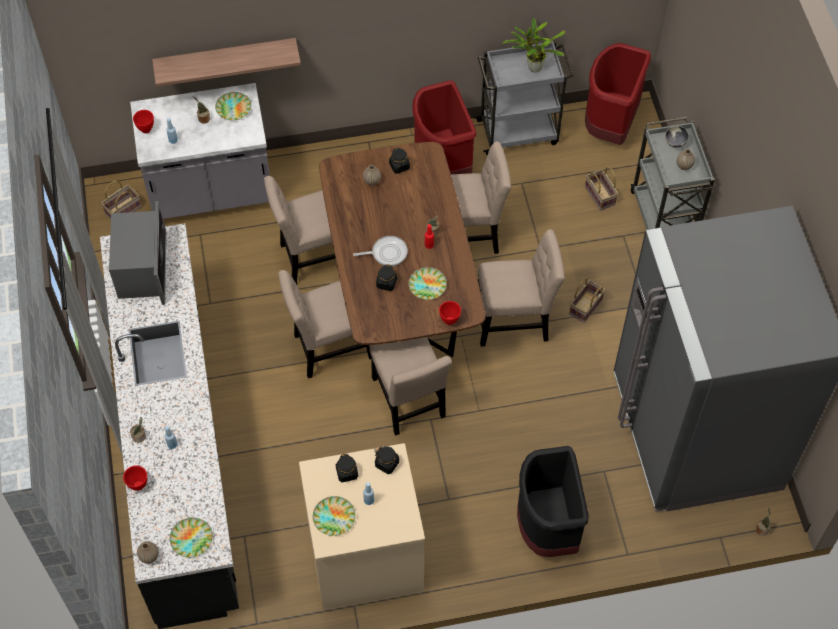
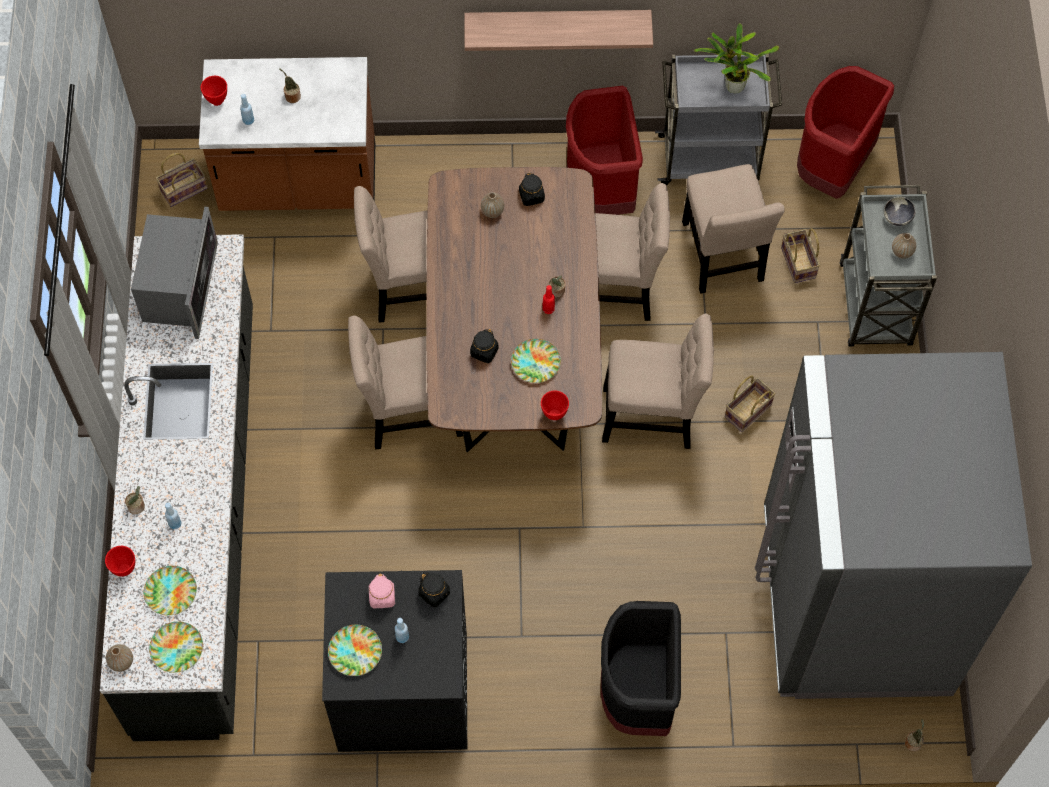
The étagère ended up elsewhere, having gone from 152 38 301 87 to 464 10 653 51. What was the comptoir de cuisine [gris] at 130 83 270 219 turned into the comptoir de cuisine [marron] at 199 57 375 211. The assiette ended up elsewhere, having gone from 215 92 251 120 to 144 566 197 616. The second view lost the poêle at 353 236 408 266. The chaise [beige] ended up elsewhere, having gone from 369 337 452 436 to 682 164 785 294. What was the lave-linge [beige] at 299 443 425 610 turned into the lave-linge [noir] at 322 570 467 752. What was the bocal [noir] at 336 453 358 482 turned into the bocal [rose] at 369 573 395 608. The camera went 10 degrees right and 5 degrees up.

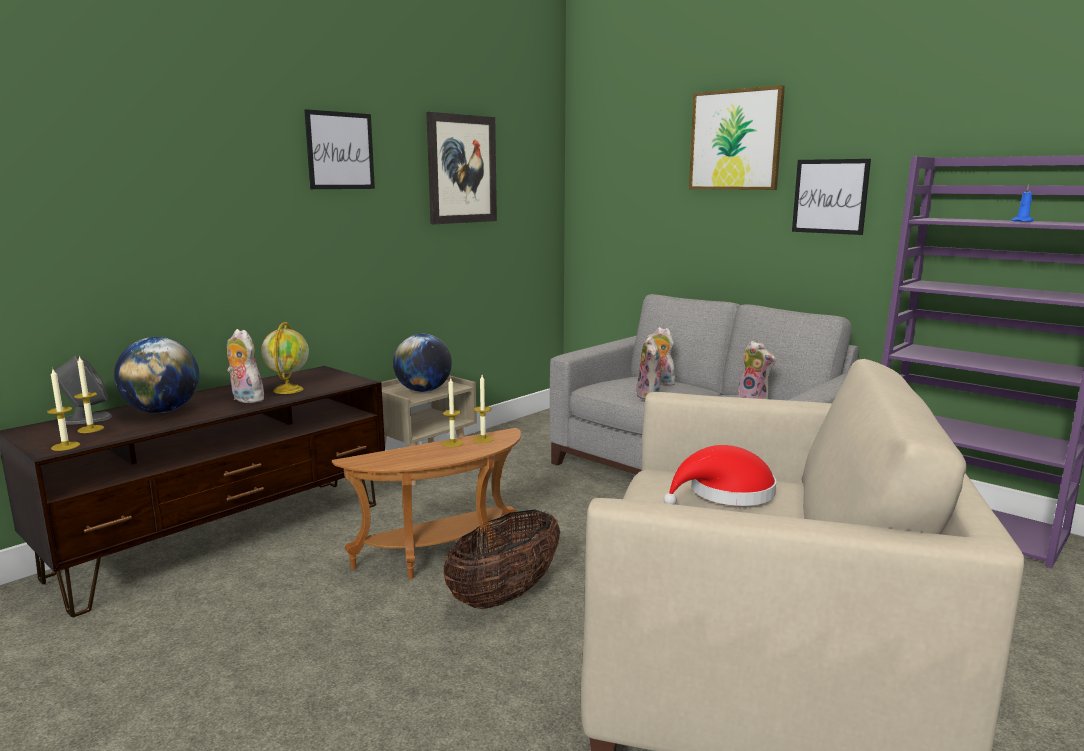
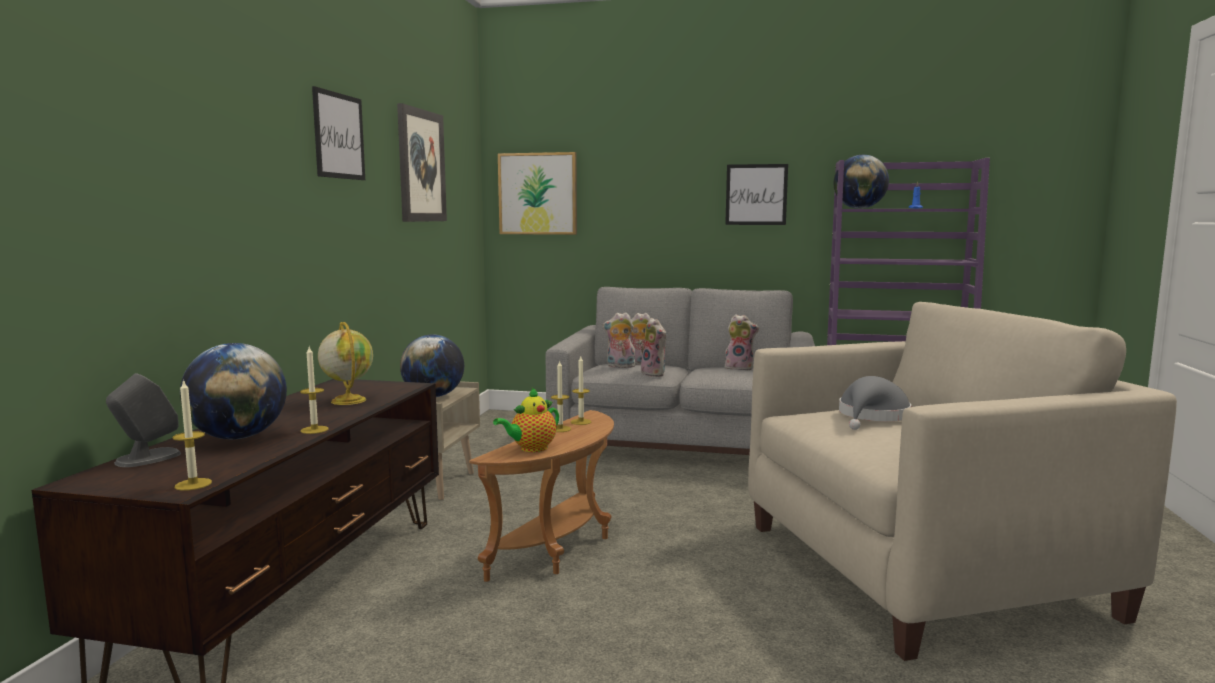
The tableau ended up elsewhere, having gone from 689 85 785 190 to 498 152 577 235. The peluche ended up elsewhere, having gone from 227 329 264 403 to 603 312 635 368. The bougie ended up elsewhere, having gone from 74 355 104 433 to 300 347 329 434. What was the chapeau [rouge] at 663 445 776 506 turned into the chapeau [gris] at 839 376 911 430. The second view lost the panier at 443 509 560 609. The second view gained the globe at 833 155 889 209. The second view gained the théière at 493 388 559 452. The camera went 30 degrees left and 5 degrees down.

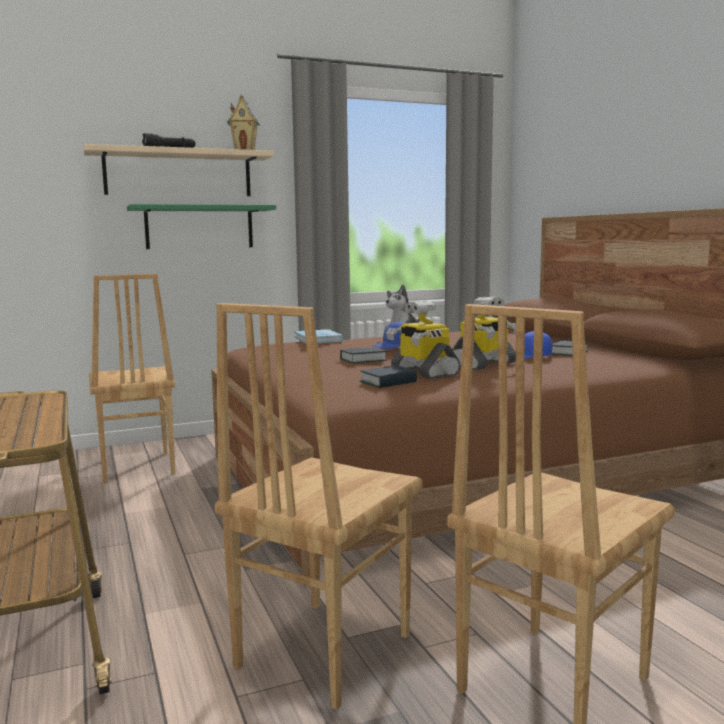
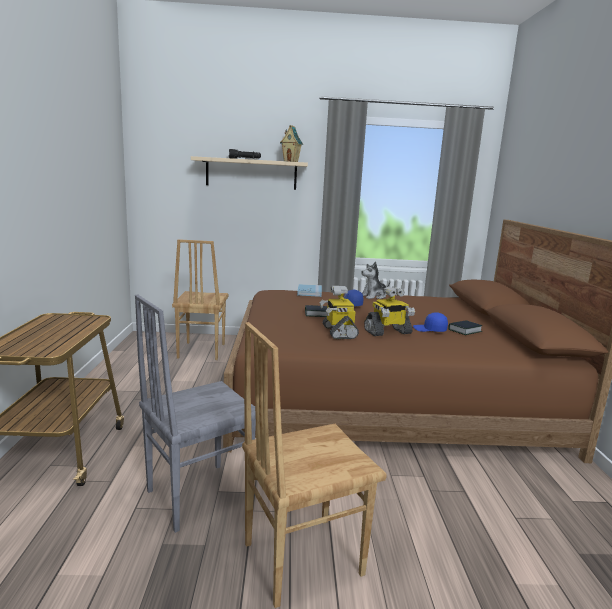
The second view lost the étagère [vert] at 127 204 276 249. What was the chaise [marron] at 215 303 422 710 turned into the chaise [gris] at 135 294 256 533. The second view lost the livre at 360 365 417 388. The camera went 20 degrees right and 5 degrees up.

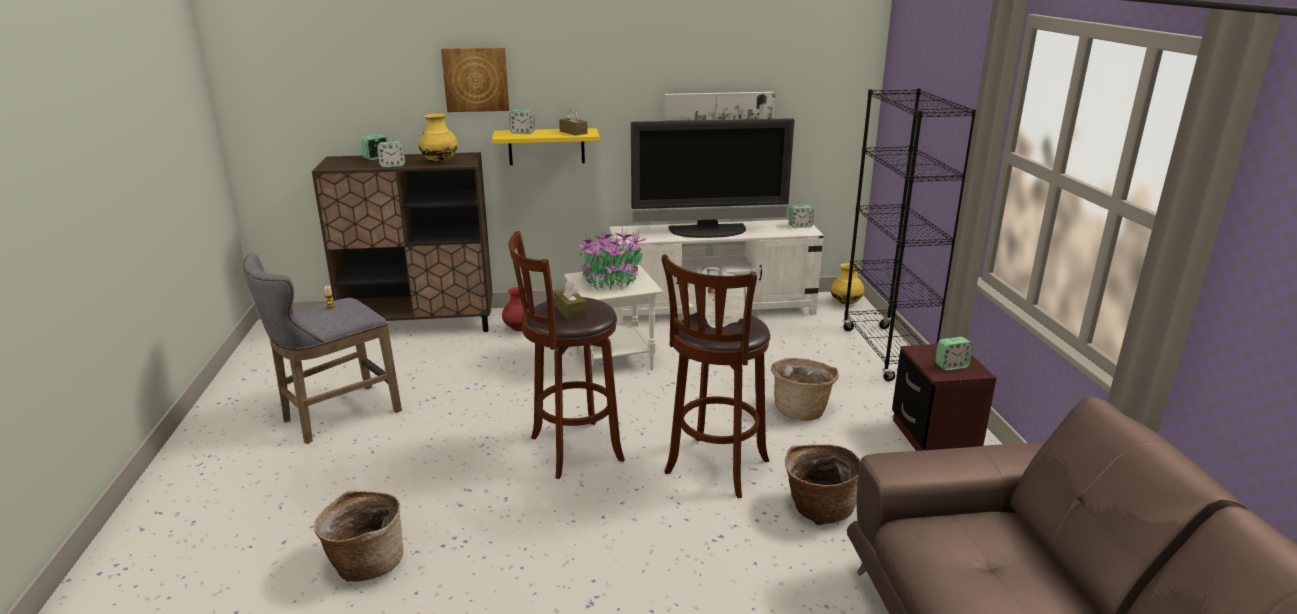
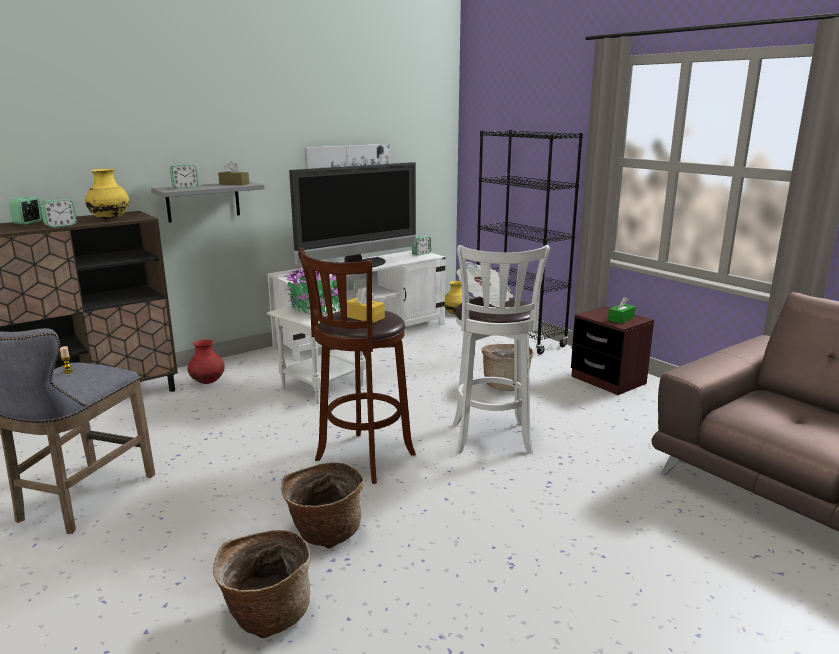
The second view lost the tableau at 441 47 509 112. What was the étagère [jaune] at 492 128 600 165 turned into the étagère [gris] at 151 181 265 223. What was the tabouret [marron] at 662 254 770 498 turned into the tabouret [blanc] at 453 245 550 454. What was the boîte à mouchoirs [marron] at 554 281 587 320 turned into the boîte à mouchoirs [jaune] at 347 287 385 323. Where the réveil stood at 935 337 973 371, the boîte à mouchoirs [vert] came to stand at 608 297 635 323. The panier ended up elsewhere, having gone from 785 444 860 525 to 281 462 365 549. The camera went 30 degrees left and 5 degrees down.

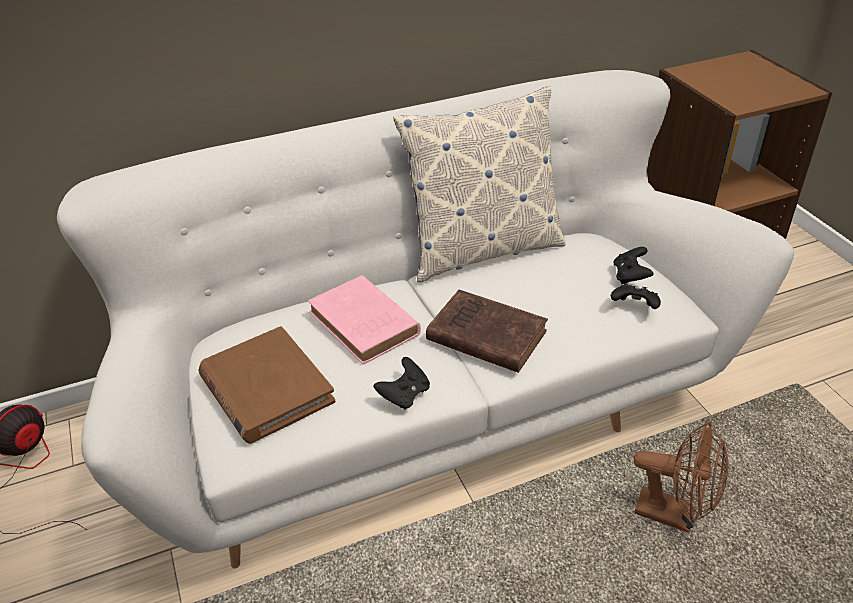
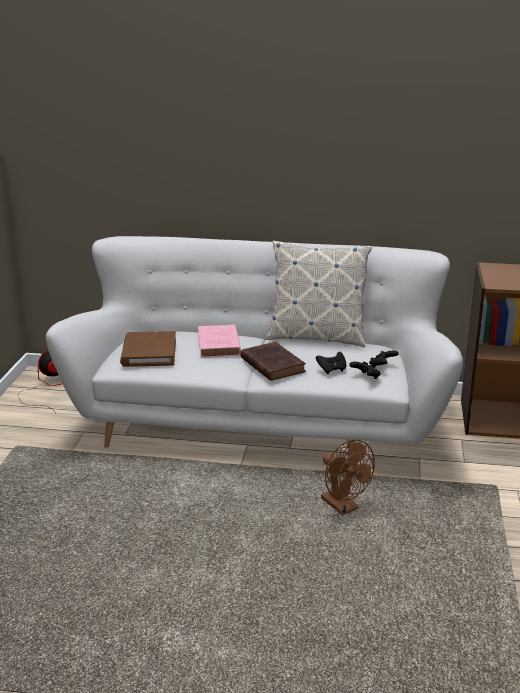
The manette [noir] ended up elsewhere, having gone from 373 357 430 410 to 316 352 347 374. The camera went 30 degrees right and 15 degrees down.

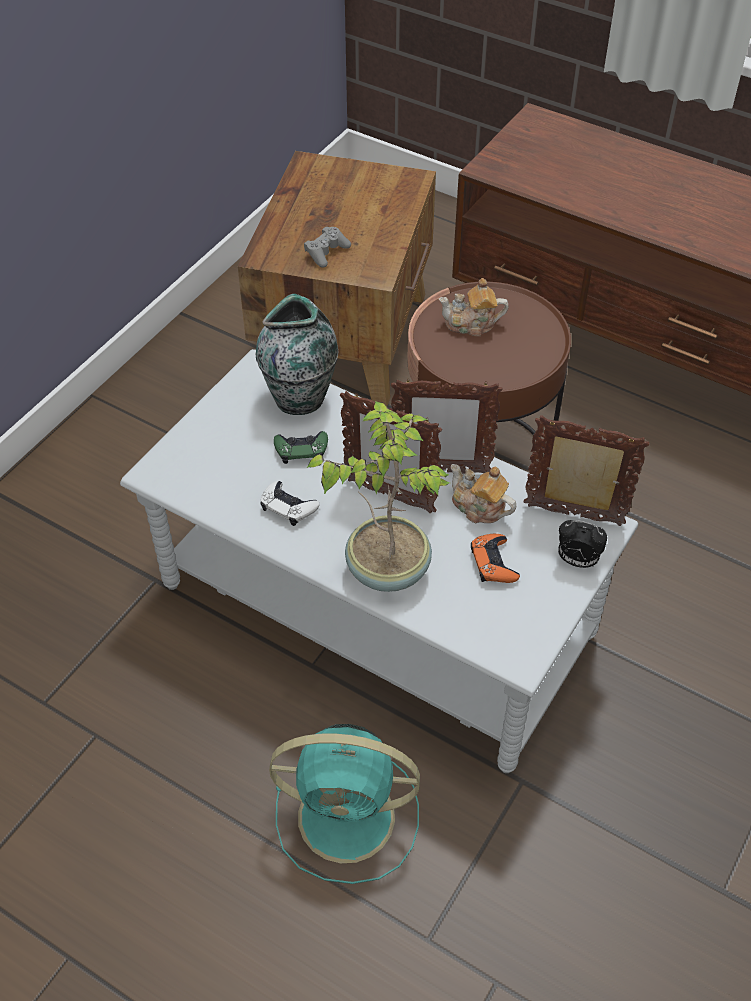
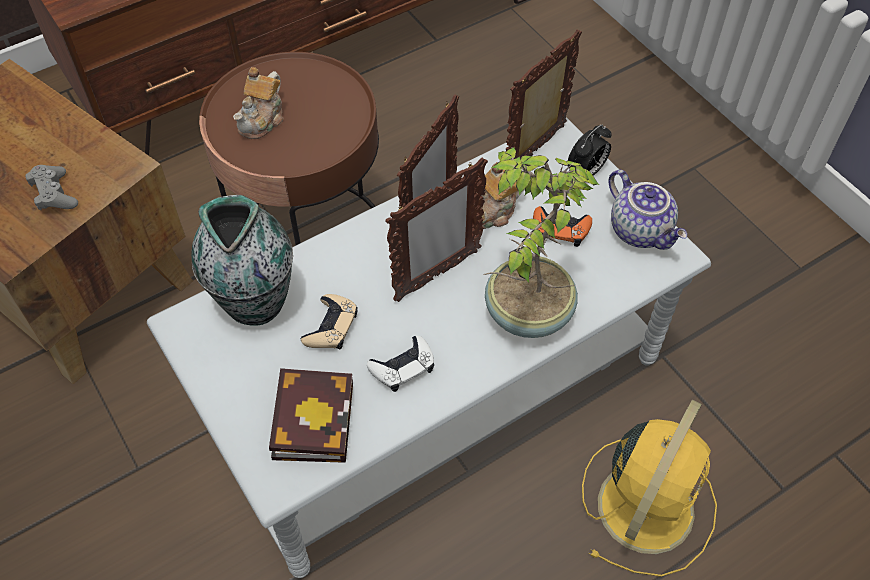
What was the manette [vert] at 274 431 328 464 turned into the manette [beige] at 301 294 358 349. What was the ventilateur [turquoise] at 269 724 420 884 turned into the ventilateur [jaune] at 582 400 717 577. The second view gained the théière at 608 170 687 250. The second view gained the livre at 269 368 353 463. The camera went 65 degrees left and 5 degrees up.

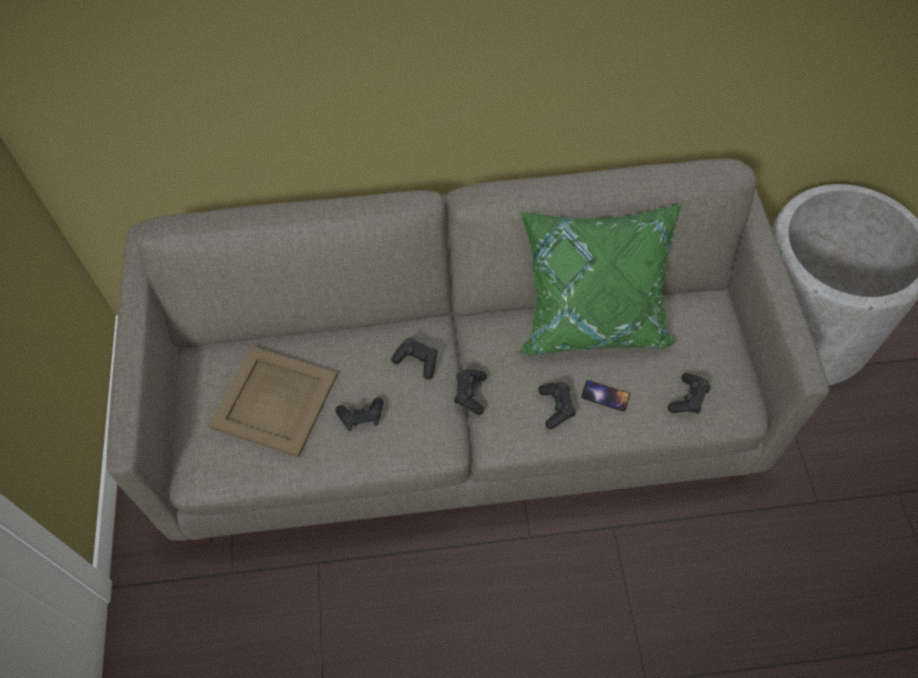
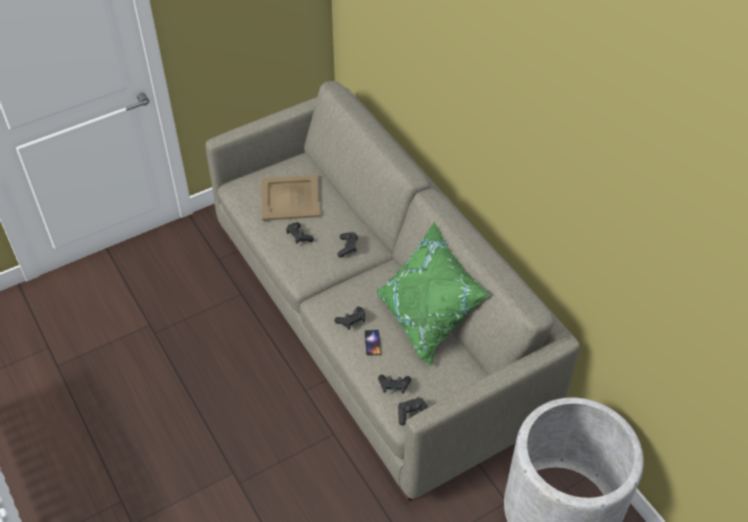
The manette [noir] ended up elsewhere, having gone from 454 369 487 415 to 398 397 428 426. The camera went 65 degrees right and 10 degrees down.

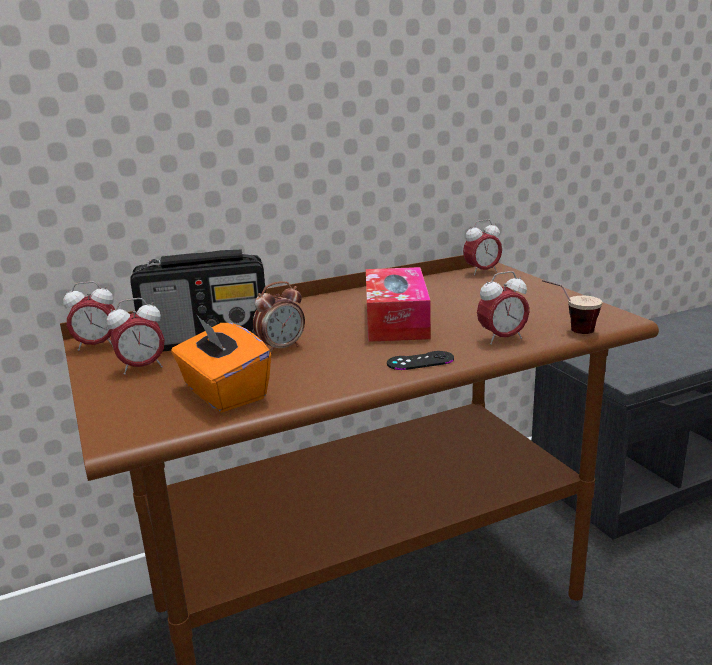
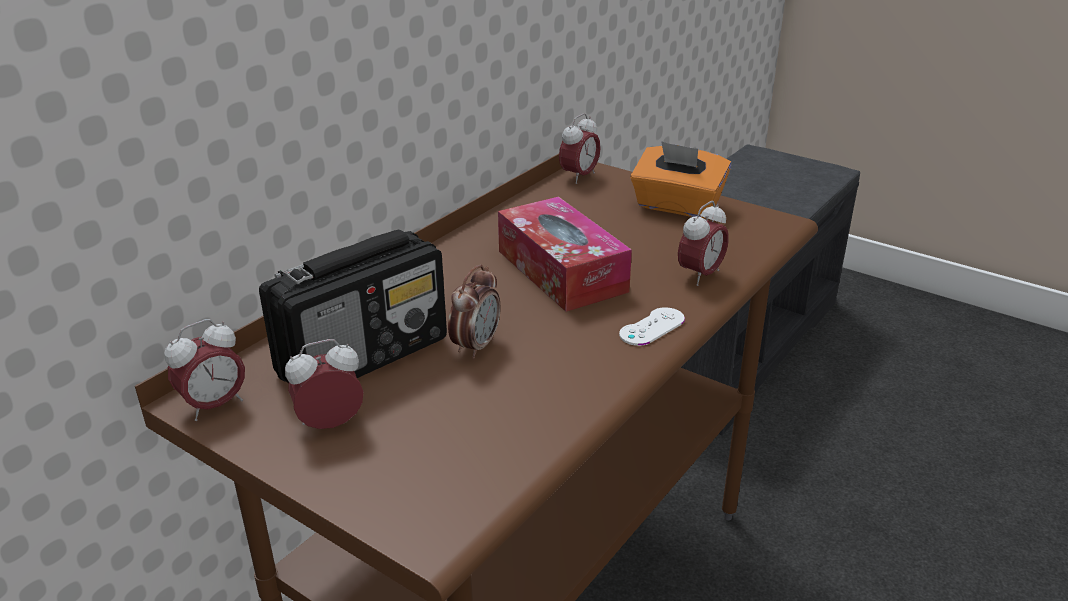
The second view lost the tasse at 542 280 602 334. The réveil at 107 298 165 375 ended up facing another way, 150 degrees counterclockwise from before. The boîte à mouchoirs [orange] ended up elsewhere, having gone from 171 317 271 412 to 630 141 731 219. What was the manette [noir] at 387 351 454 370 turned into the manette [blanc] at 619 307 685 346. The camera went 30 degrees left and 10 degrees up.

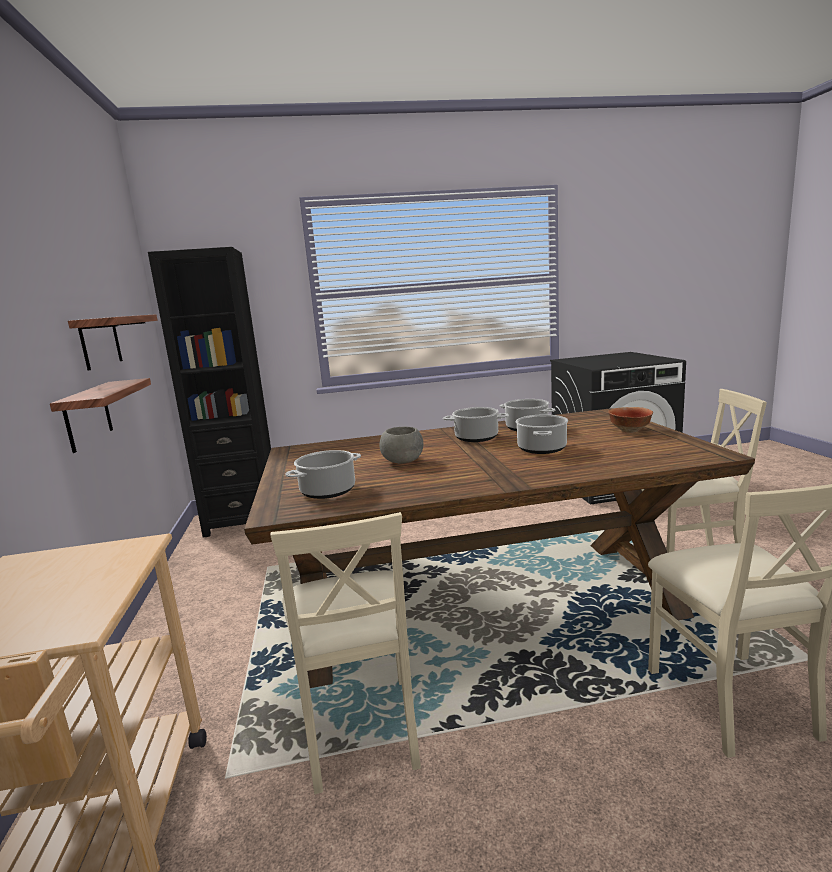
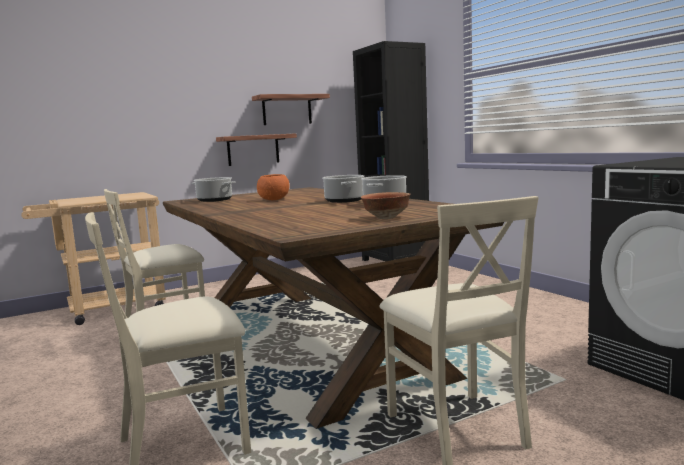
The second view lost the marmite at 515 414 568 454. What was the bol [gris] at 379 427 423 463 turned into the bol [orange] at 257 174 290 200. The camera went 70 degrees right and 5 degrees down.

